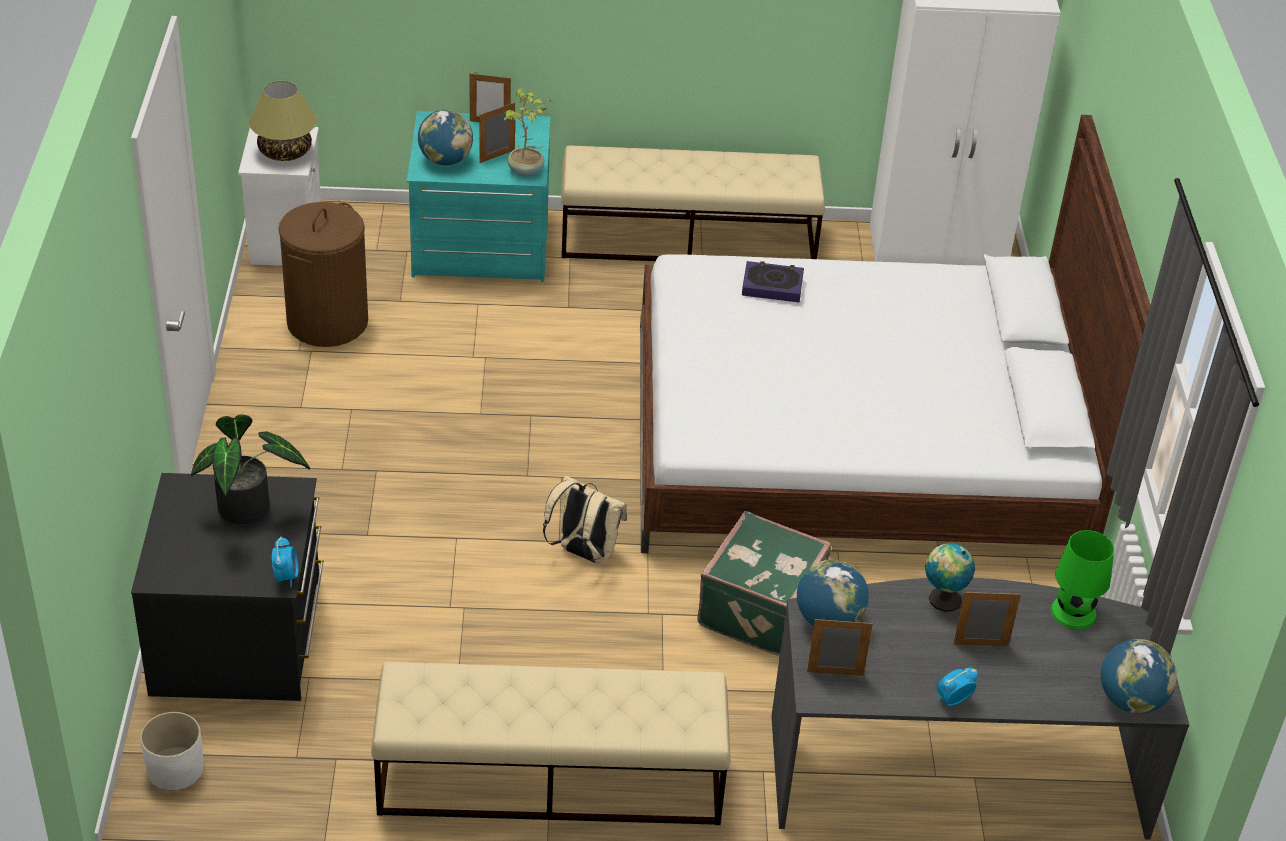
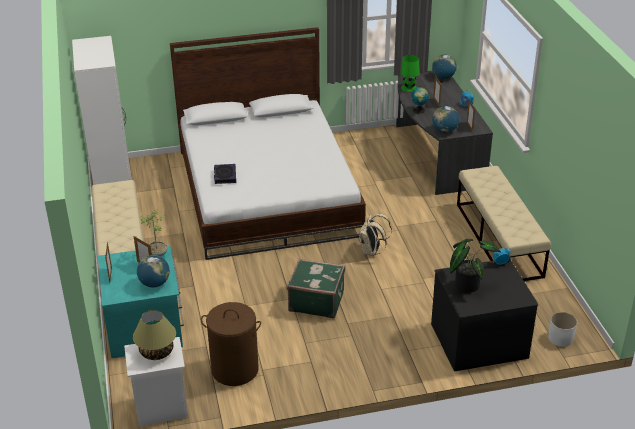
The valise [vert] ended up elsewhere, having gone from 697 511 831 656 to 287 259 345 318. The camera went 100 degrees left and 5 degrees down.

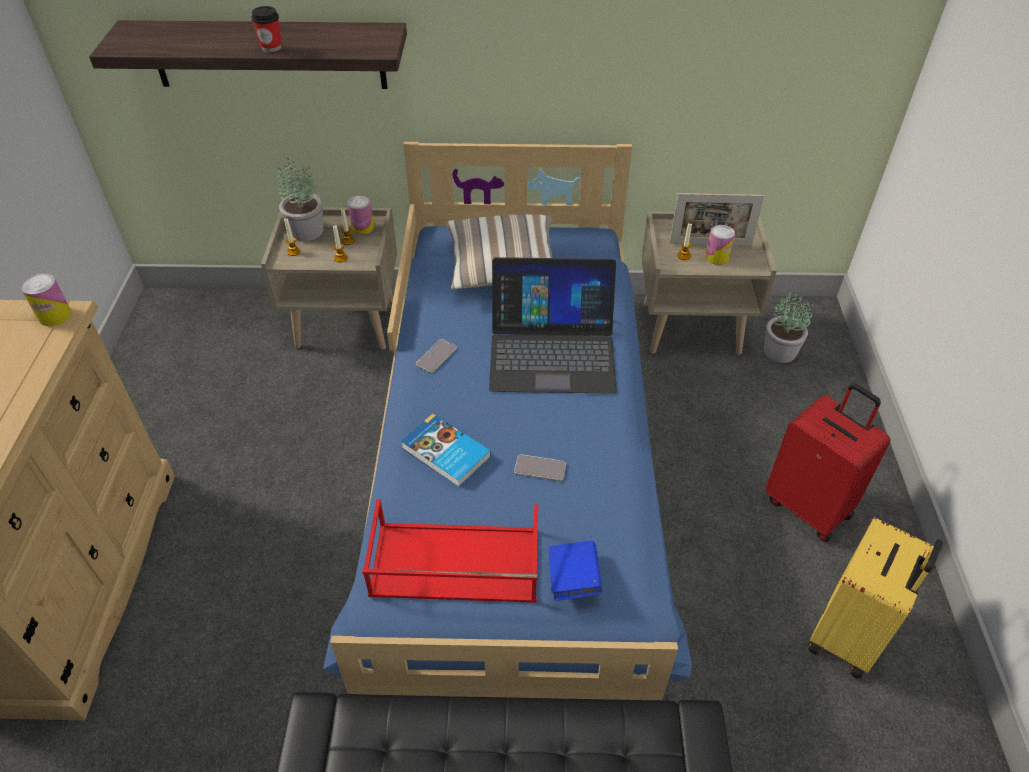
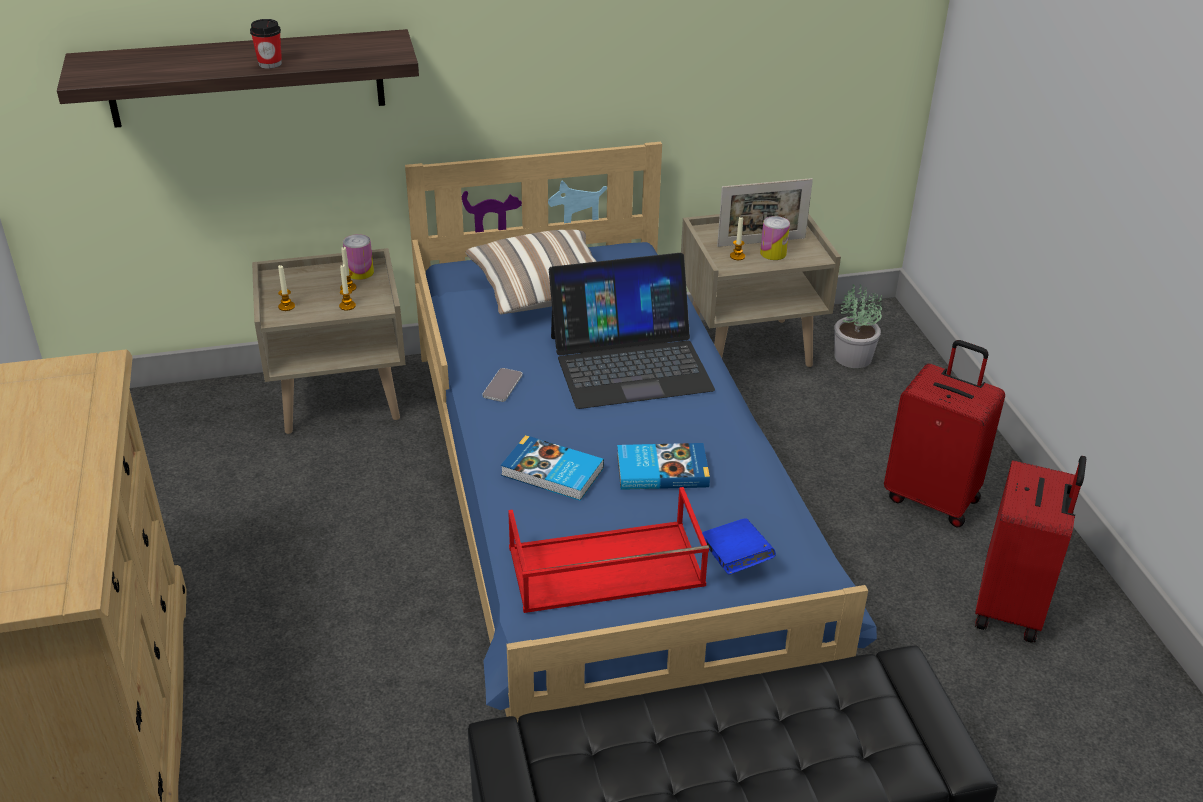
The second view lost the plante en pot at 277 158 324 241. The second view lost the boîte métallique at 21 273 71 326. Where the téléphone stood at 514 454 566 481, the livre came to stand at 617 443 710 490. What was the valise [jaune] at 808 517 943 679 turned into the valise [rouge] at 975 456 1086 643. The camera went 15 degrees left and 10 degrees down.

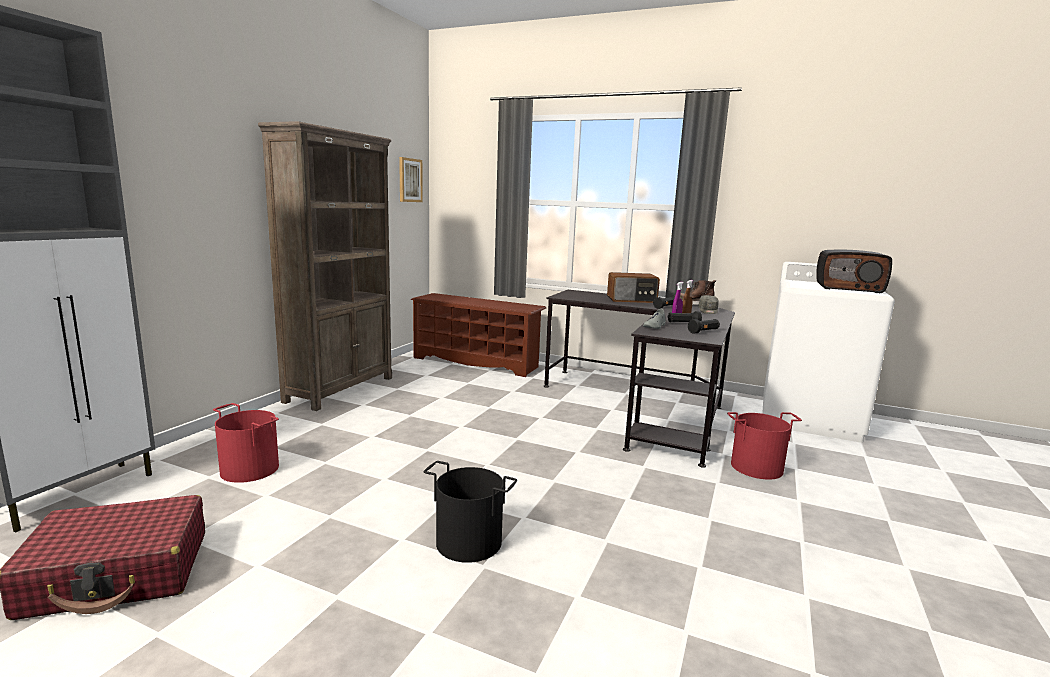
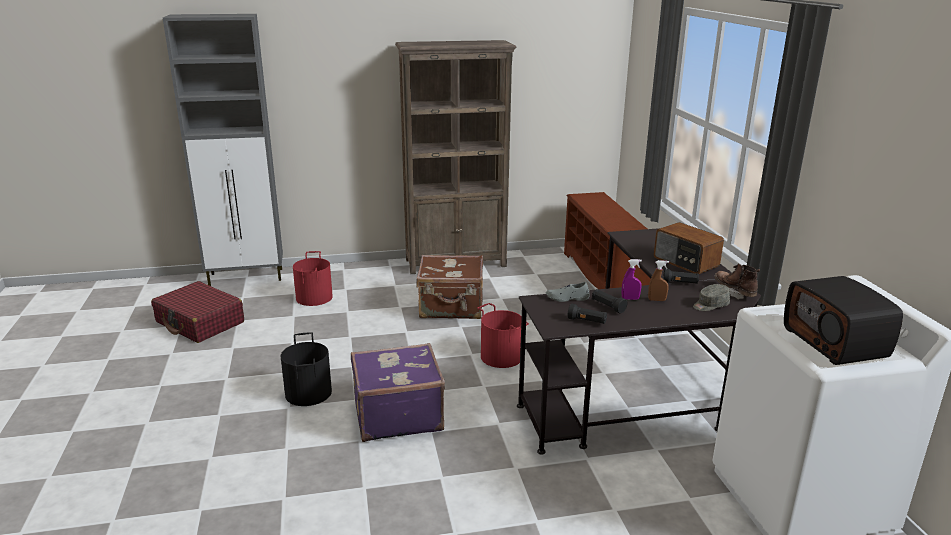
The second view lost the tableau at 399 157 423 202. The seau [rouge] ended up elsewhere, having gone from 727 412 802 480 to 477 303 529 368. The second view gained the valise [marron] at 416 255 483 319. The second view gained the valise [violet] at 351 343 445 442. The camera went 55 degrees right and 10 degrees up.

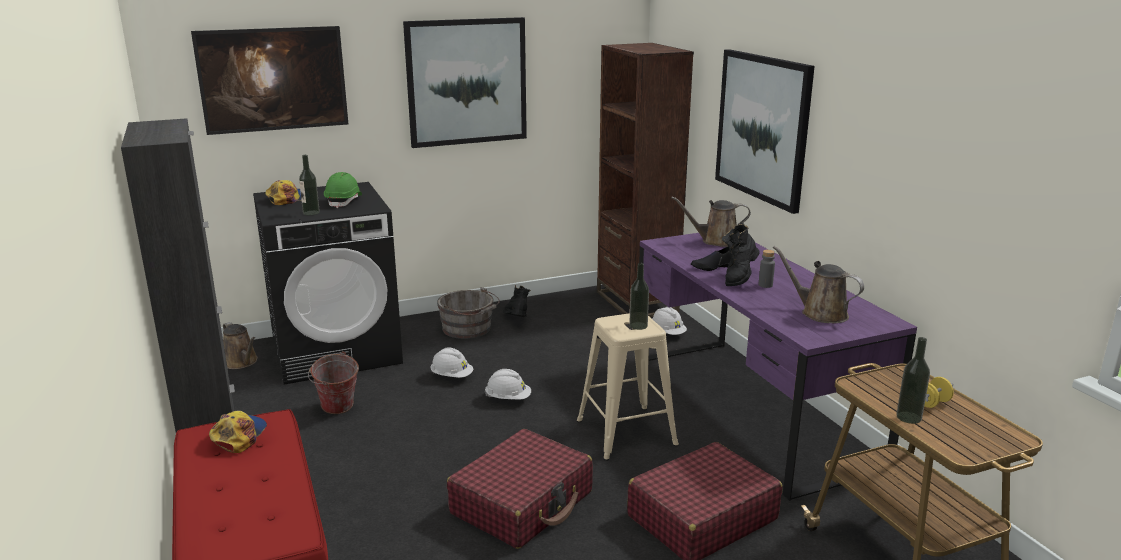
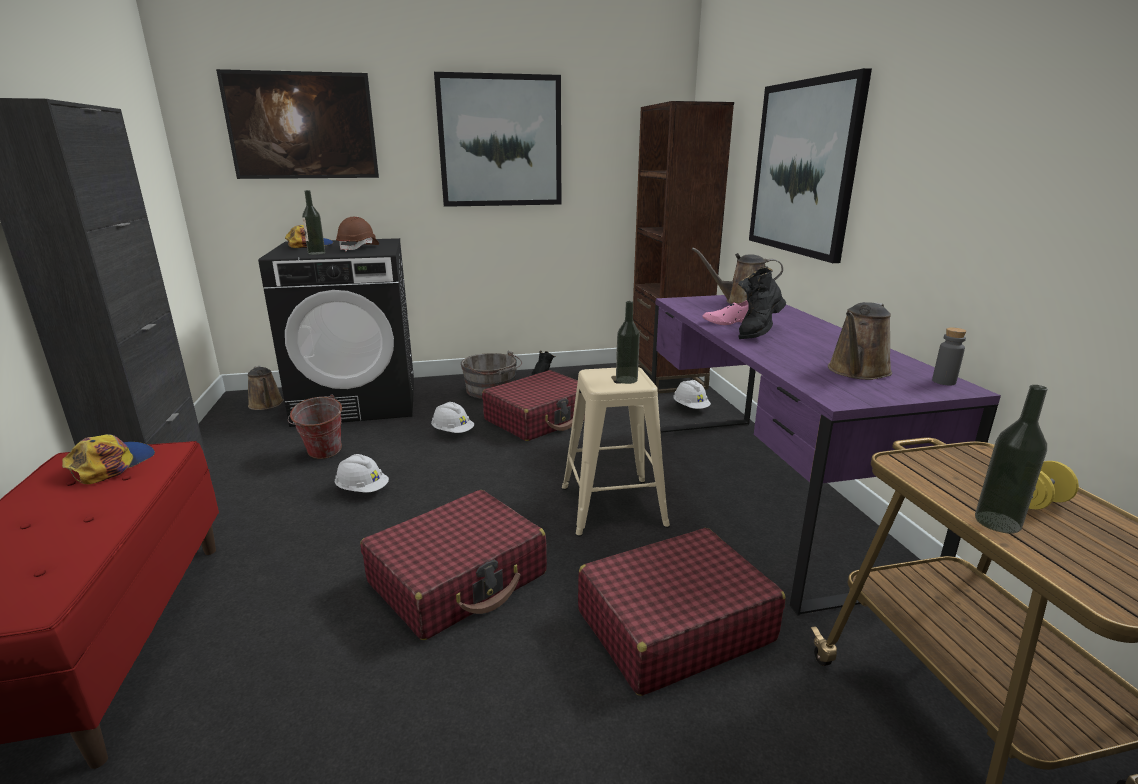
What was the casque de chantier [vert] at 324 172 362 208 turned into the casque de chantier [marron] at 336 217 379 252. The arrosoir [marron] at 773 246 864 323 ended up facing another way, 105 degrees counterclockwise from before. What was the chaussure [noir] at 691 247 731 271 turned into the chaussure [rose] at 702 300 749 325. The bouteille [gris] ended up elsewhere, having gone from 759 250 775 288 to 932 327 967 385. The casque de chantier [blanc] ended up elsewhere, having gone from 485 369 531 400 to 335 454 389 493. The second view gained the valise [rouge] at 482 370 585 441. The camera went 10 degrees right and 0 degrees up.

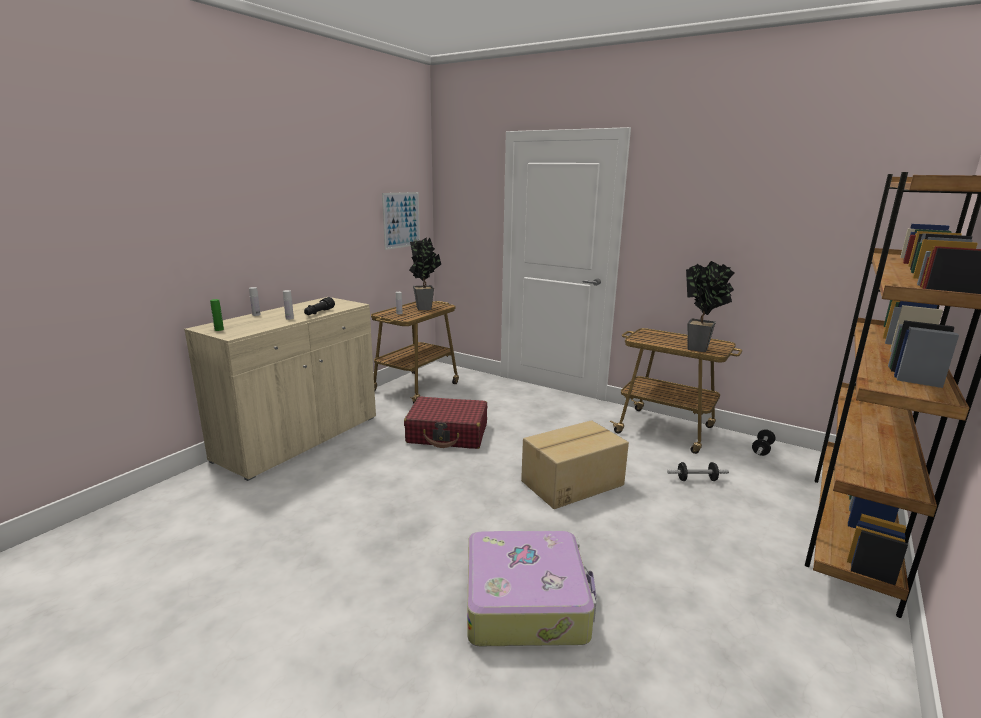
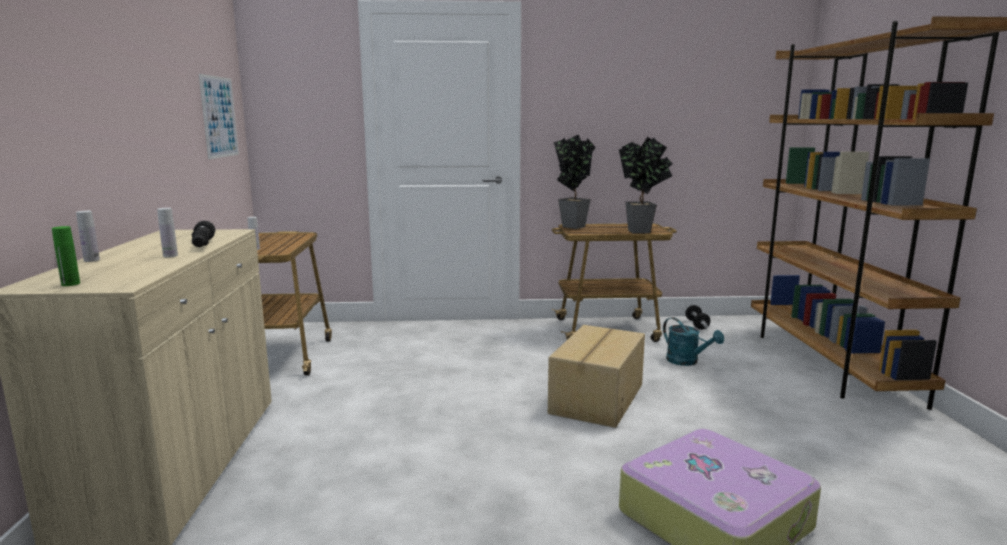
The plante en pot ended up elsewhere, having gone from 409 237 441 310 to 553 134 596 229. The second view lost the valise [rouge] at 404 396 487 449. Where the haltère stood at 667 462 729 481, the arrosoir [turquoise] came to stand at 663 317 724 366. The camera went 35 degrees left and 5 degrees down.

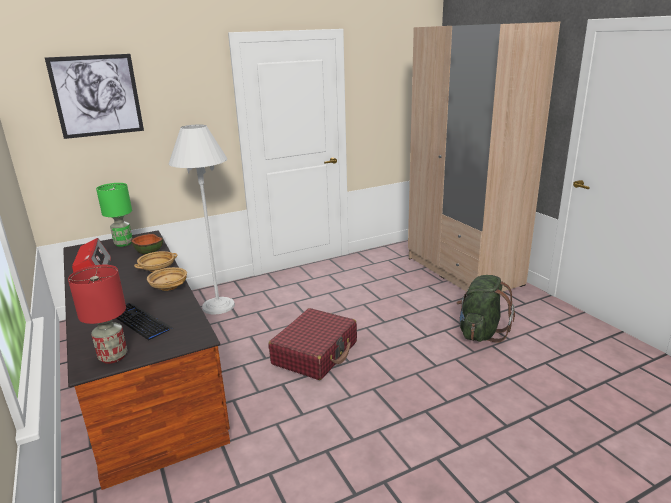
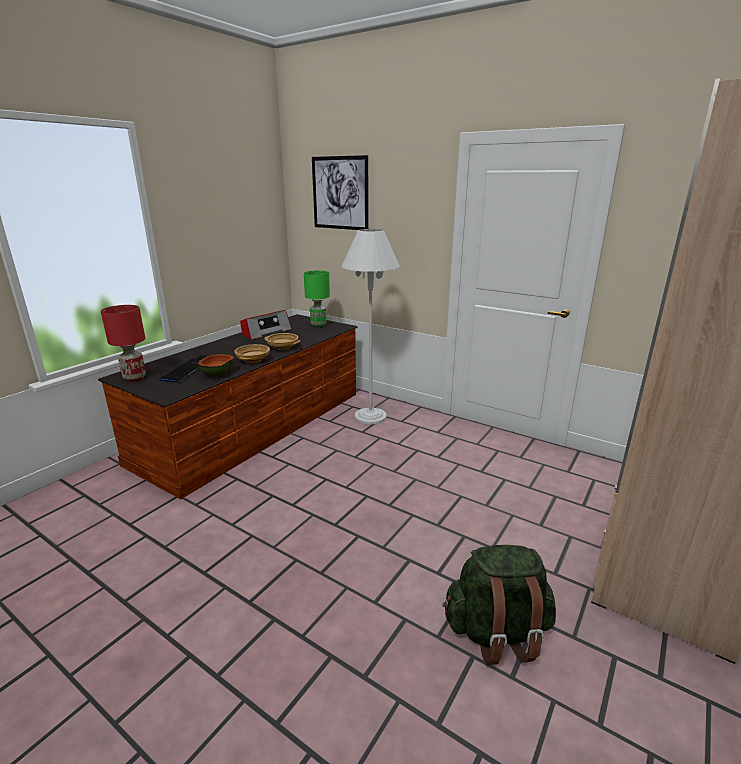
The bol ended up elsewhere, having gone from 131 234 163 254 to 198 354 235 376. The second view lost the valise [rouge] at 268 308 357 380. The camera went 60 degrees right and 0 degrees up.

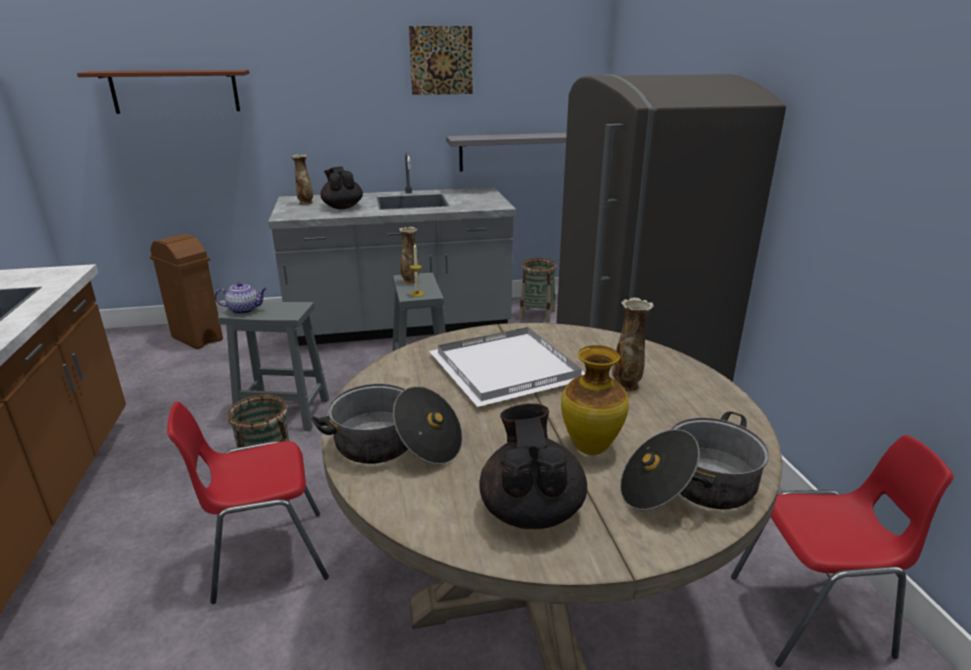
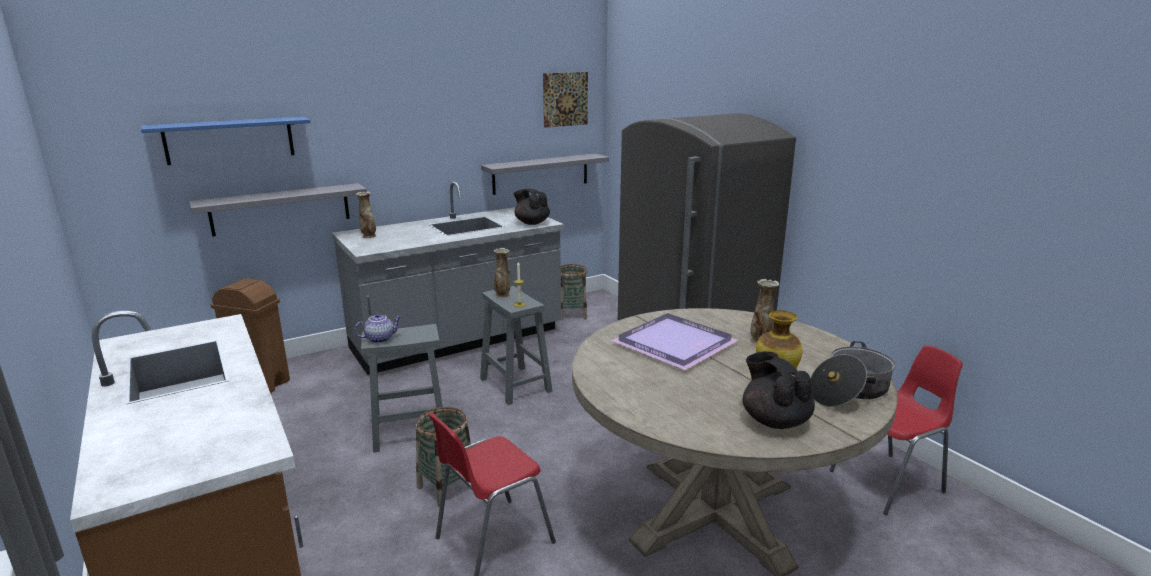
The tableau ended up elsewhere, having gone from 409 26 473 95 to 543 72 588 128. What was the étagère [marron] at 77 70 249 114 turned into the étagère [bleu] at 141 116 311 165. The théière [noir] ended up elsewhere, having gone from 320 167 363 209 to 513 189 550 225. What was the plateau [blanc] at 429 327 585 407 turned into the plateau [violet] at 611 313 738 370. The second view lost the marmite at 311 384 463 465. The second view gained the étagère [gris] at 189 183 367 237. The camera went 20 degrees left and 5 degrees down.

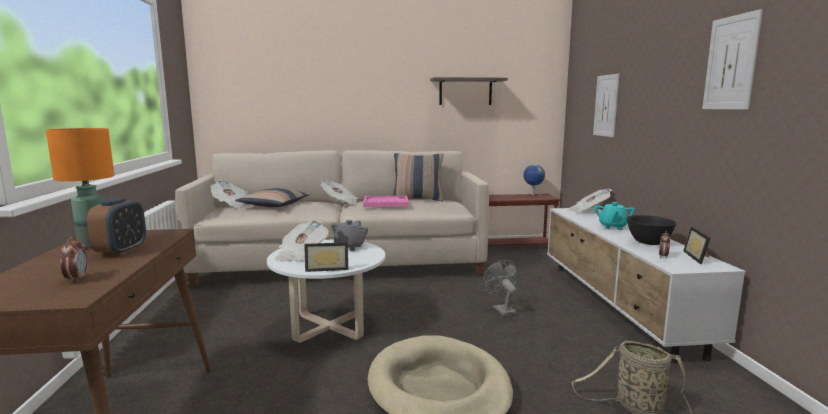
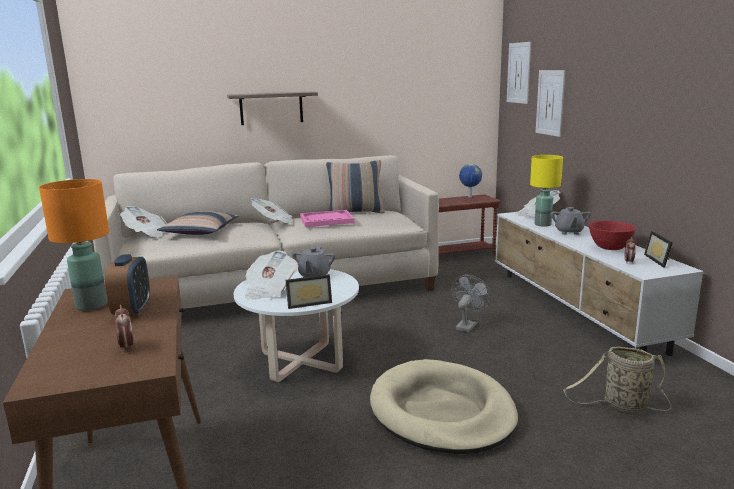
The tableau ended up elsewhere, having gone from 702 9 763 109 to 507 42 531 104. The étagère ended up elsewhere, having gone from 430 77 508 105 to 227 92 318 125. What was the théière [turquoise] at 594 202 635 230 turned into the théière [gris] at 551 207 591 235. What was the bol [noir] at 627 215 677 245 turned into the bol [rouge] at 589 220 636 250. The ventilateur [gris] at 482 260 519 316 ended up facing another way, 60 degrees clockwise from before. The second view gained the lampe de table [jaune] at 530 155 563 227. The camera went 10 degrees left and 5 degrees up.

